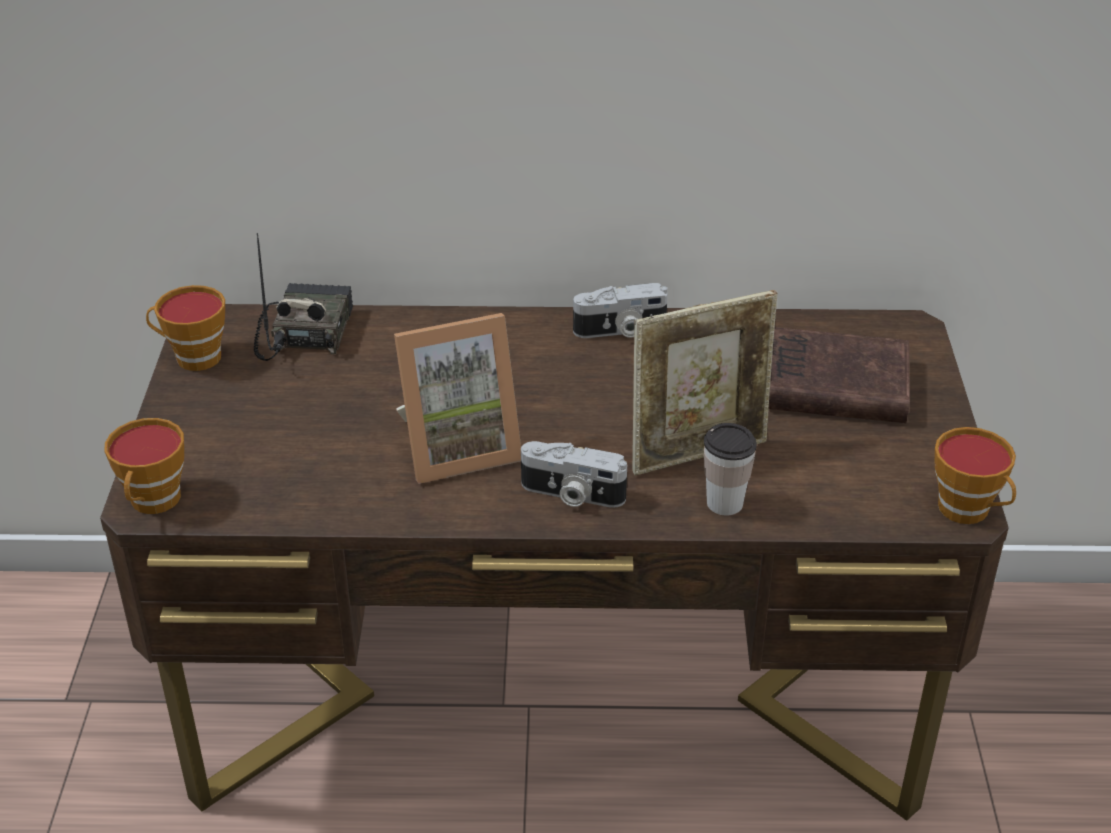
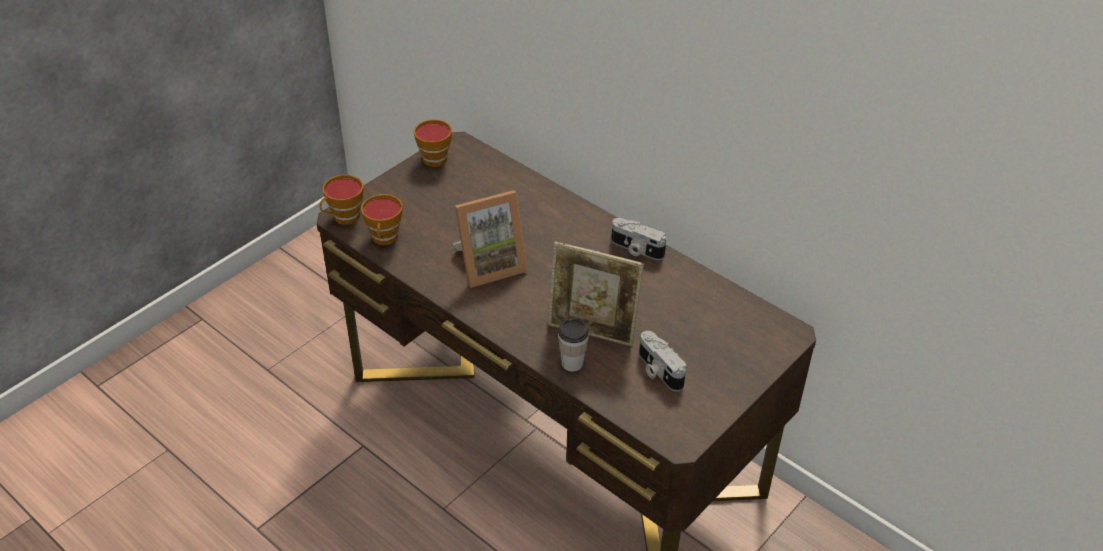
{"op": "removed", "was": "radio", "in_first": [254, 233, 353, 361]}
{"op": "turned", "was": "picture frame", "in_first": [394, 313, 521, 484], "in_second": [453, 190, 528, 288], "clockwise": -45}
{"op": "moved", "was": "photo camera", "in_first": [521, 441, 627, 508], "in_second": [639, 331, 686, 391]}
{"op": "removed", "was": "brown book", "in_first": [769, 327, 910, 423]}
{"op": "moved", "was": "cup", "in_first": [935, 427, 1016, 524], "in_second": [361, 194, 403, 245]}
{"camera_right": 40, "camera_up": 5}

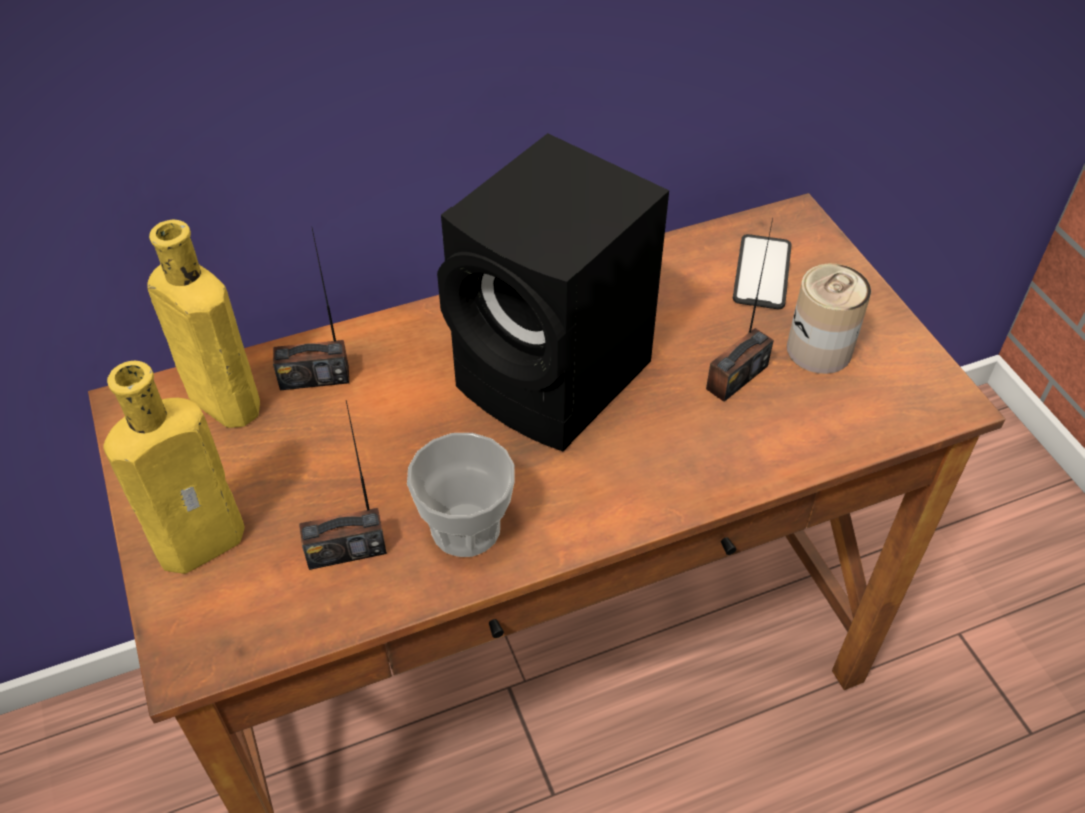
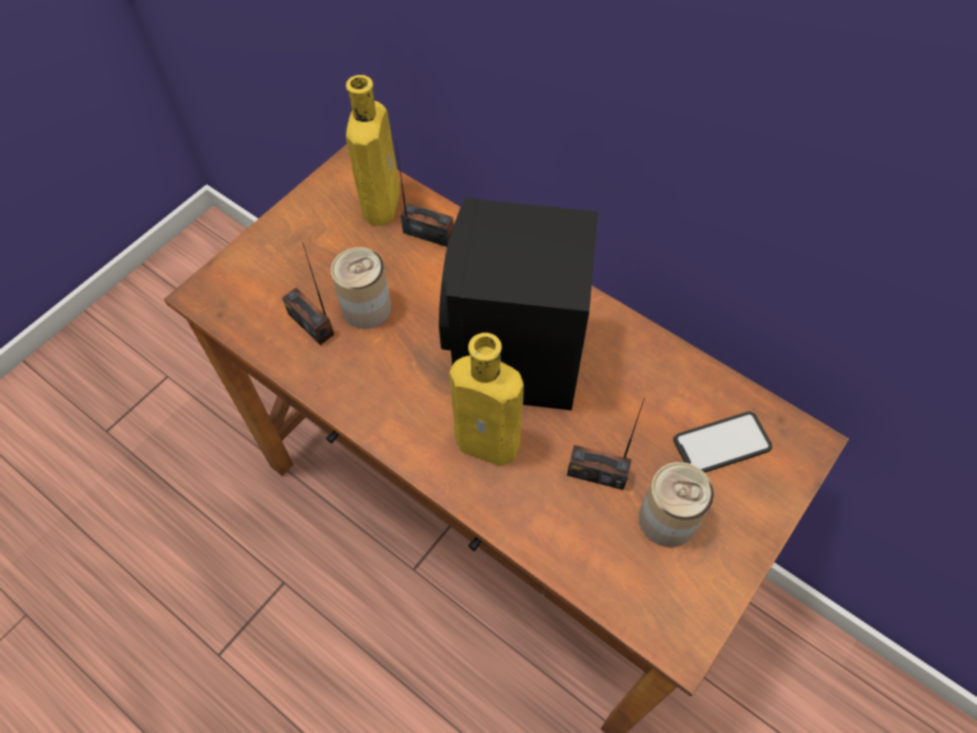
{"op": "moved", "was": "yellow bottle", "in_first": [104, 361, 245, 574], "in_second": [449, 333, 524, 466]}
{"op": "turned", "was": "radio", "in_first": [273, 228, 349, 390], "in_second": [396, 142, 454, 247], "clockwise": 150}
{"op": "removed", "was": "cup", "in_first": [407, 433, 515, 557]}
{"op": "added", "now": "can", "in_second": [331, 247, 391, 329]}
{"camera_right": 60, "camera_up": 10}

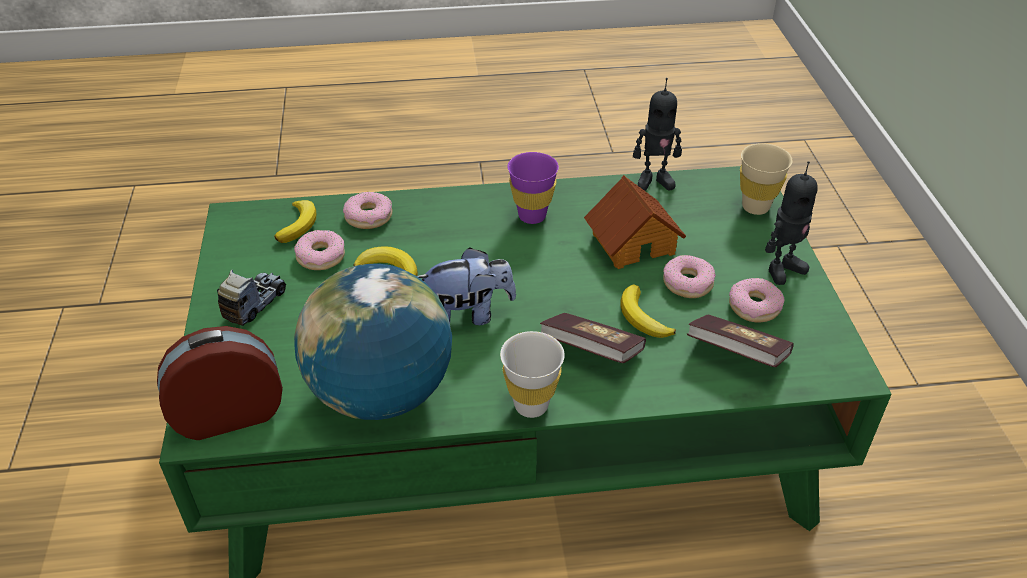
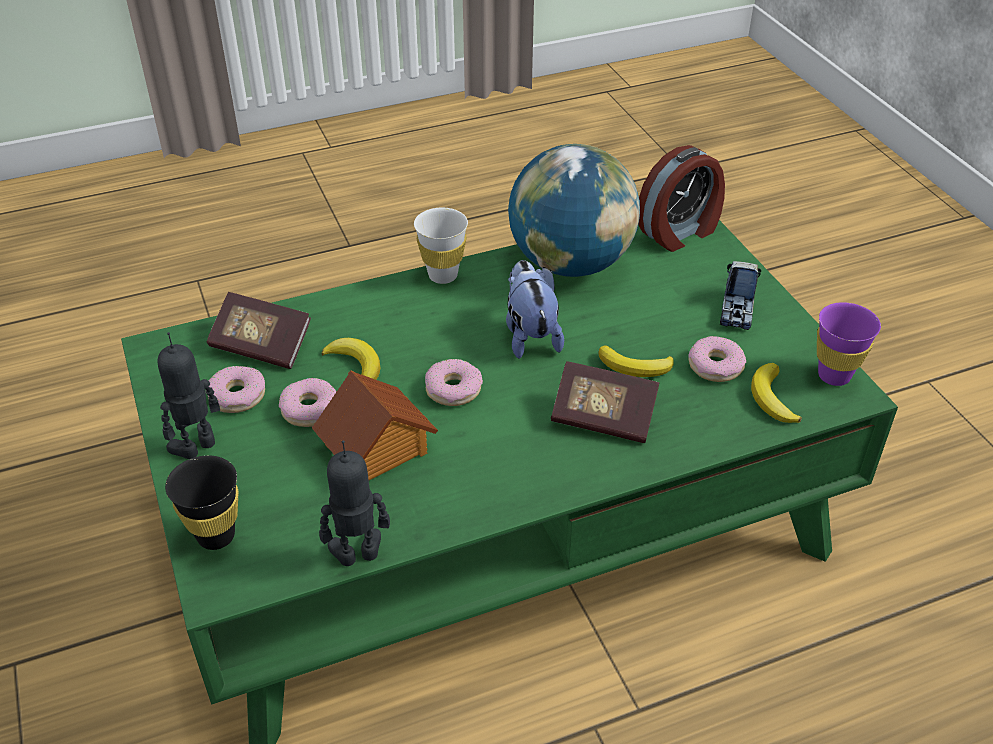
{"op": "moved", "was": "donut", "in_first": [343, 192, 392, 229], "in_second": [425, 359, 483, 406]}
{"op": "turned", "was": "plush toy", "in_first": [417, 247, 516, 325], "in_second": [506, 260, 564, 359], "clockwise": 105}
{"op": "moved", "was": "purple cup", "in_first": [508, 152, 559, 224], "in_second": [817, 302, 881, 386]}
{"op": "moved", "was": "book", "in_first": [540, 313, 646, 363], "in_second": [551, 361, 659, 443]}
{"op": "recoloured", "was": "beige cup", "now": "black cup", "in_first": [740, 143, 793, 215], "in_second": [165, 455, 238, 550]}
{"camera_right": 165, "camera_up": 0}

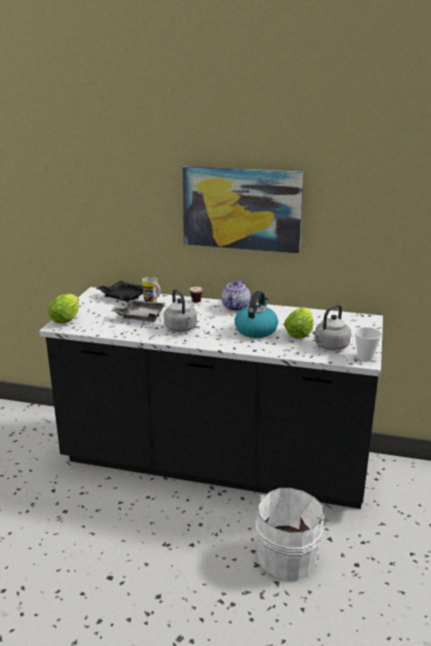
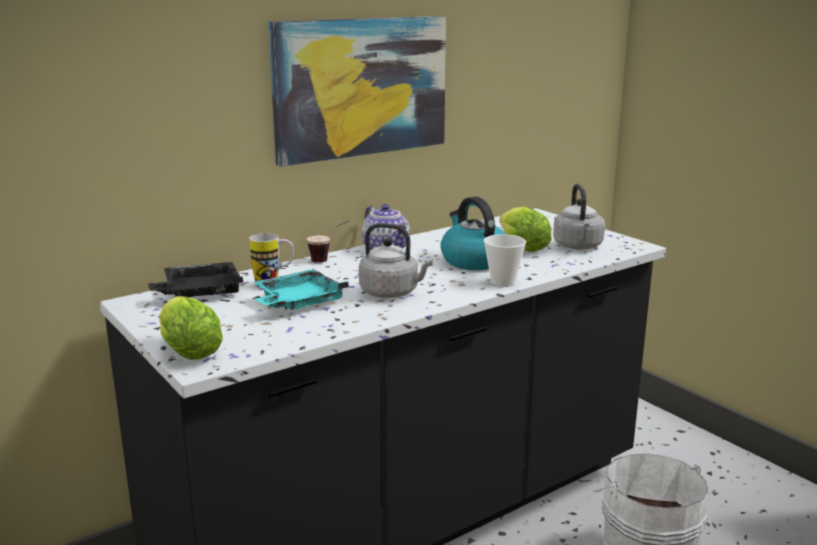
{"op": "recoloured", "was": "grey tray", "now": "turquoise tray", "in_first": [110, 300, 165, 322], "in_second": [253, 269, 349, 310]}
{"op": "moved", "was": "cup", "in_first": [354, 327, 382, 361], "in_second": [484, 234, 526, 286]}
{"camera_right": -50, "camera_up": -5}

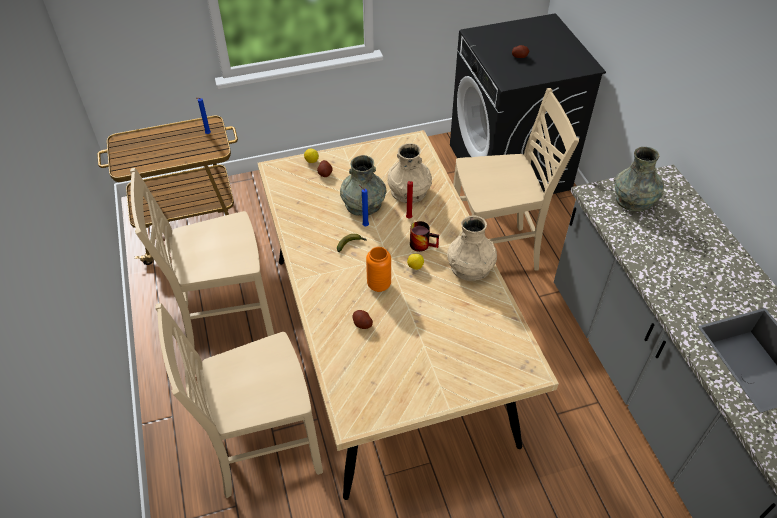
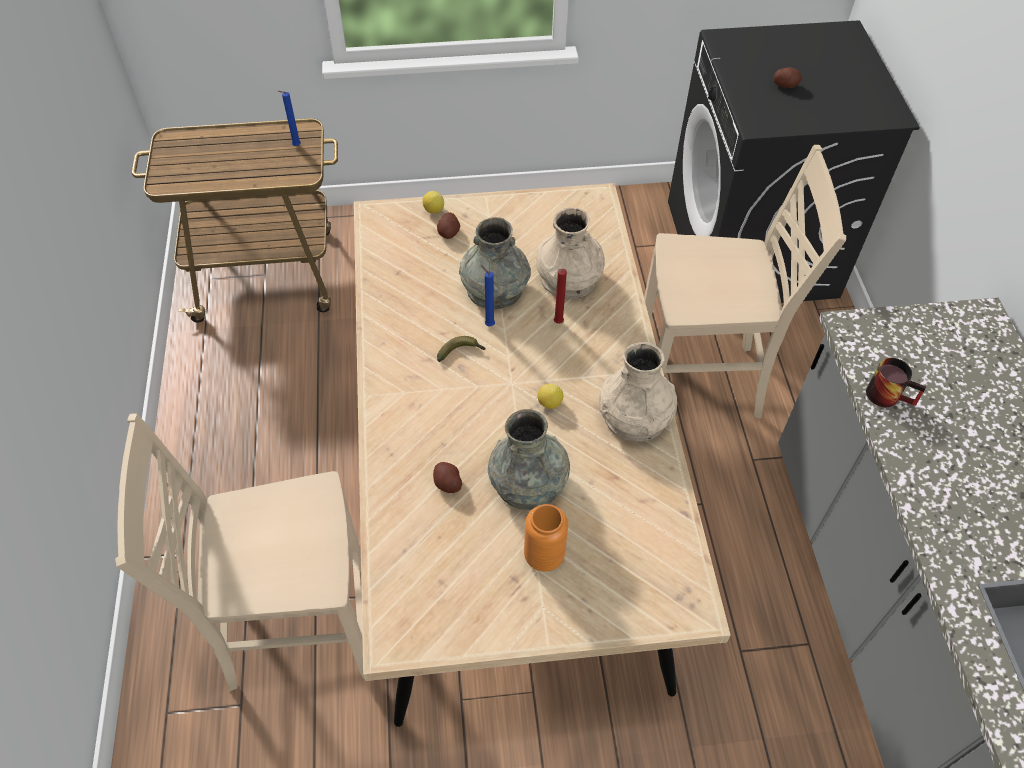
{"op": "removed", "was": "beige chair", "in_first": [130, 168, 274, 349]}
{"op": "moved", "was": "orange vase", "in_first": [366, 247, 391, 292], "in_second": [524, 504, 568, 572]}
{"op": "moved", "was": "mug", "in_first": [410, 221, 439, 252], "in_second": [866, 358, 926, 407]}
{"op": "moved", "was": "grey vase", "in_first": [614, 147, 664, 211], "in_second": [488, 409, 570, 510]}
{"camera_right": 10, "camera_up": 5}

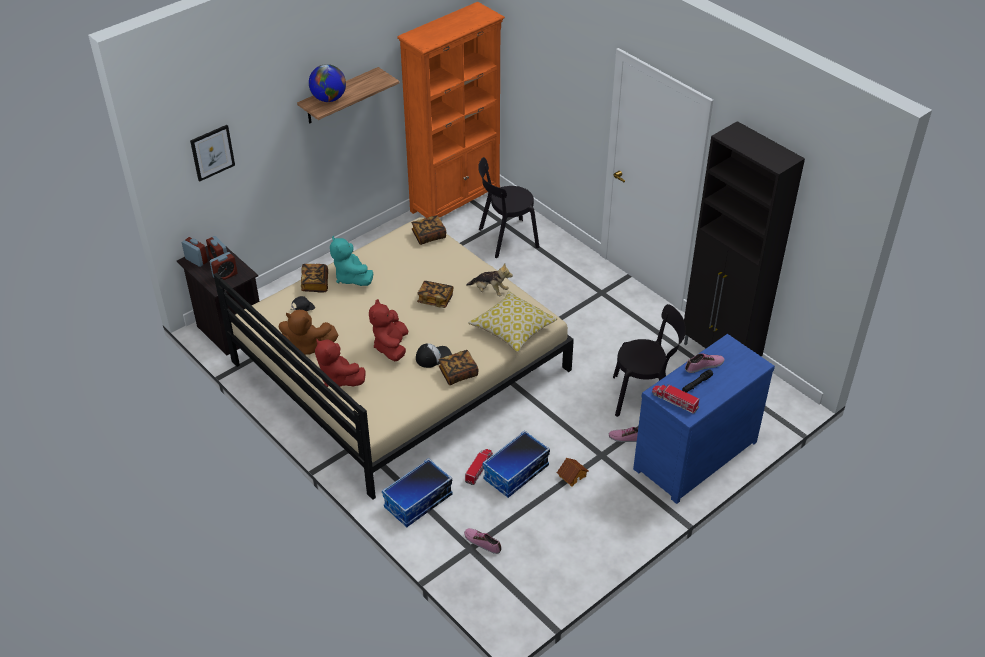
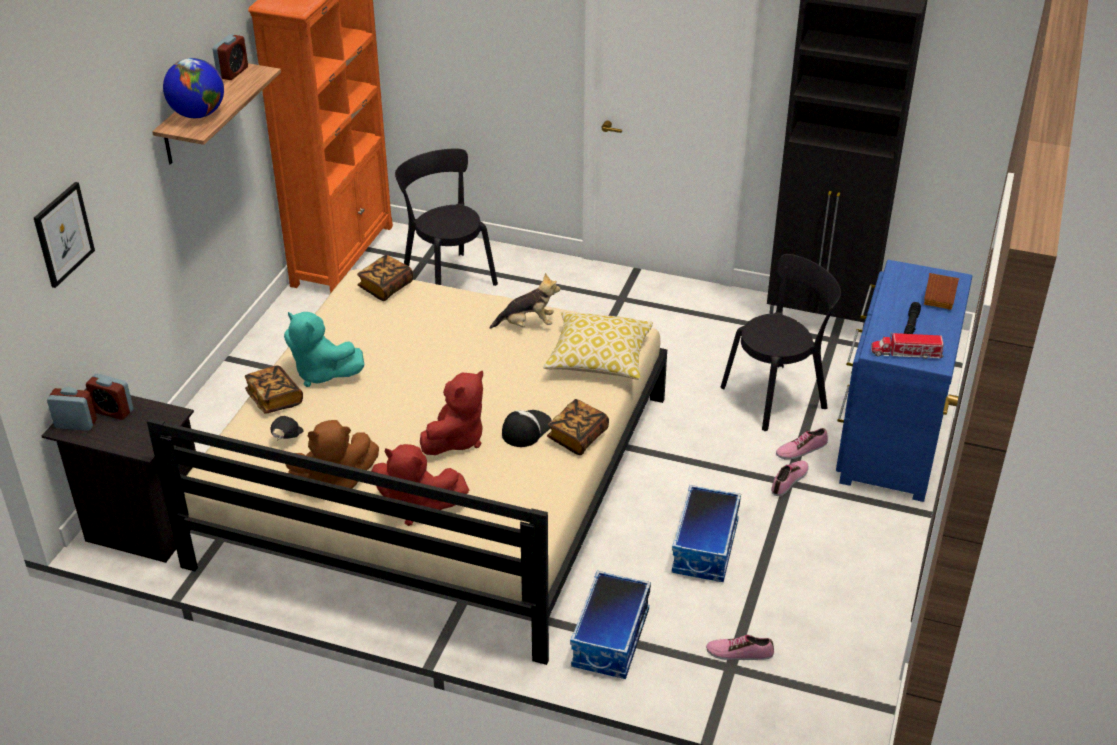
{"op": "moved", "was": "alarm clock", "in_first": [210, 252, 238, 280], "in_second": [213, 34, 248, 80]}
{"op": "turned", "was": "red plush toy", "in_first": [369, 299, 408, 361], "in_second": [420, 371, 483, 455], "clockwise": -120}
{"op": "removed", "was": "book", "in_first": [417, 281, 454, 308]}
{"op": "removed", "was": "toy truck", "in_first": [465, 449, 493, 485]}
{"op": "turned", "was": "black chair", "in_first": [478, 157, 539, 258], "in_second": [395, 148, 498, 286], "clockwise": 105}
{"op": "moved", "was": "toy house", "in_first": [557, 458, 589, 487], "in_second": [924, 273, 959, 310]}
{"op": "moved", "was": "shoe", "in_first": [685, 353, 725, 373], "in_second": [771, 460, 809, 496]}
{"camera_right": -30, "camera_up": -5}

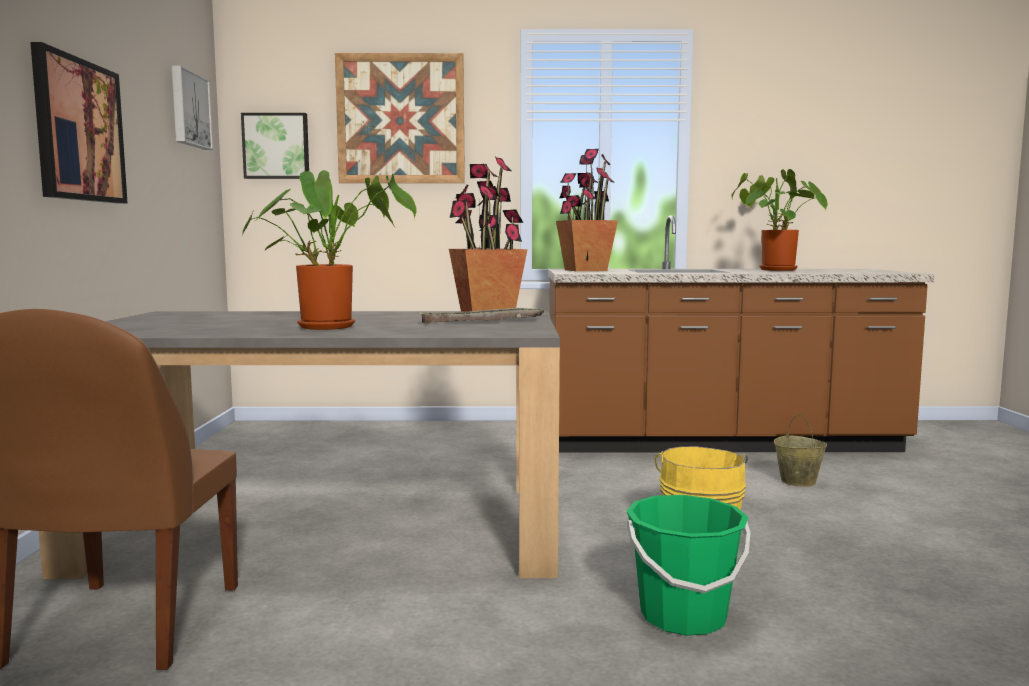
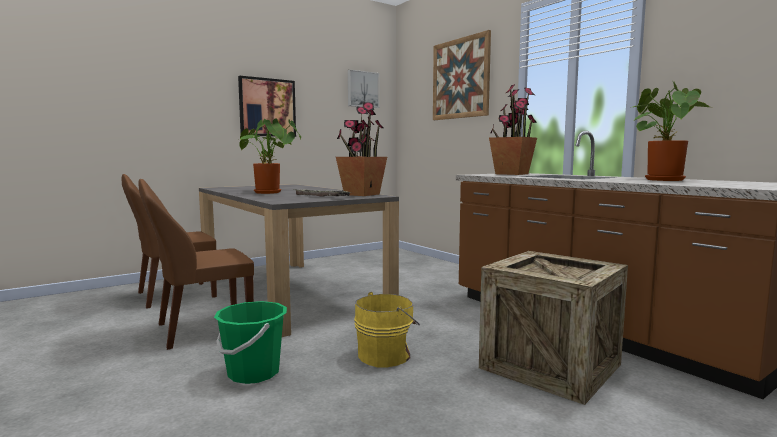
{"op": "removed", "was": "picture", "in_first": [241, 113, 309, 179]}
{"op": "replaced", "was": "beige bucket", "now": "crate", "in_first": [774, 414, 827, 487], "in_second": [479, 251, 628, 405]}
{"op": "added", "now": "brown chair", "in_second": [138, 179, 254, 350]}
{"camera_right": 55, "camera_up": 0}

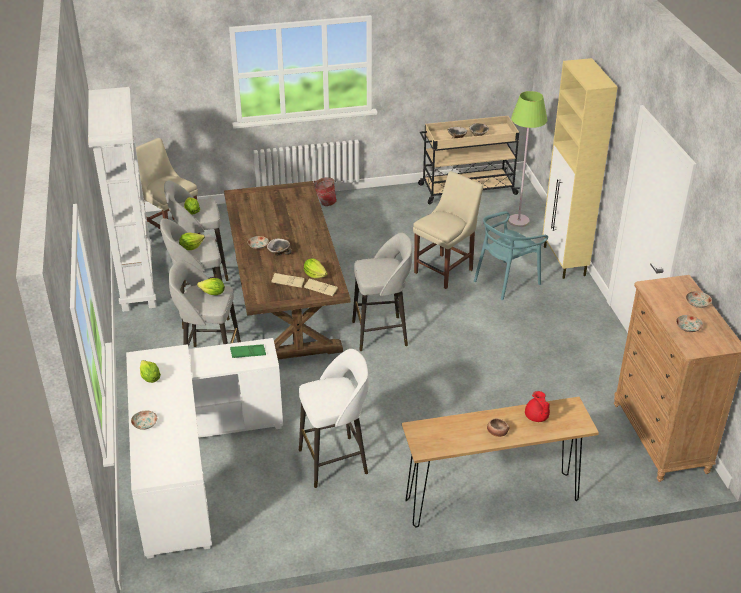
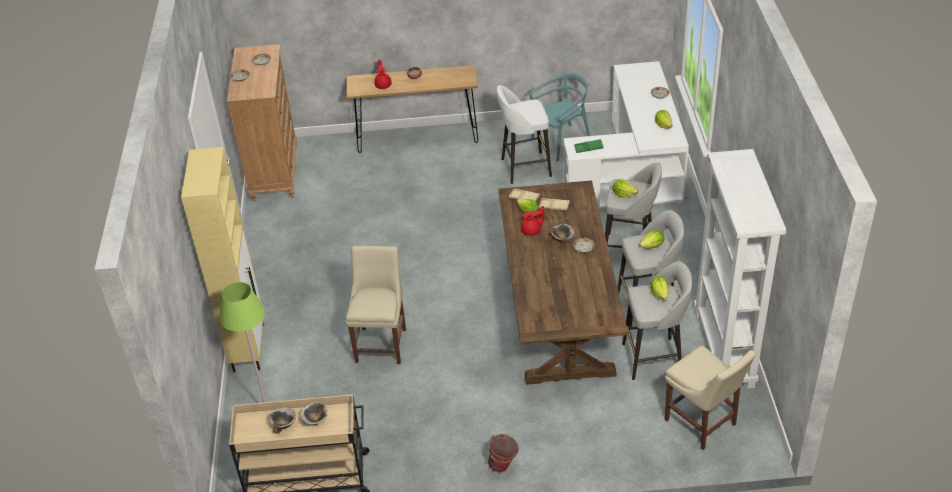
{"op": "removed", "was": "grey stool", "in_first": [352, 233, 412, 351]}
{"op": "turned", "was": "beige chair", "in_first": [413, 171, 483, 289], "in_second": [345, 246, 406, 364], "clockwise": 135}
{"op": "moved", "was": "turquoise chair", "in_first": [474, 211, 548, 300], "in_second": [529, 73, 590, 161]}
{"op": "added", "now": "red teapot", "in_second": [521, 206, 544, 236]}
{"camera_right": -170, "camera_up": 5}

